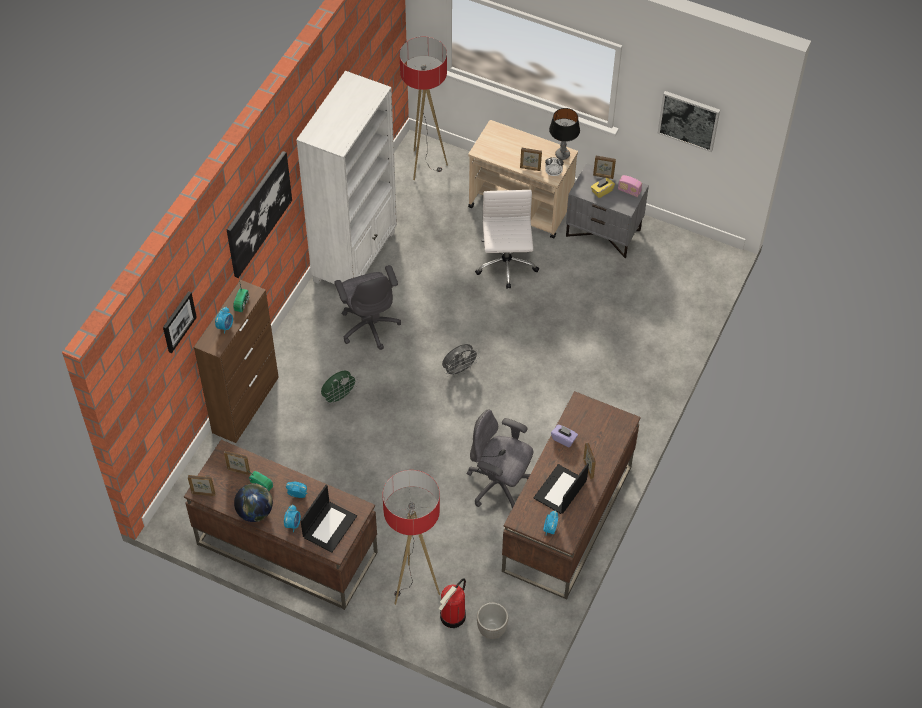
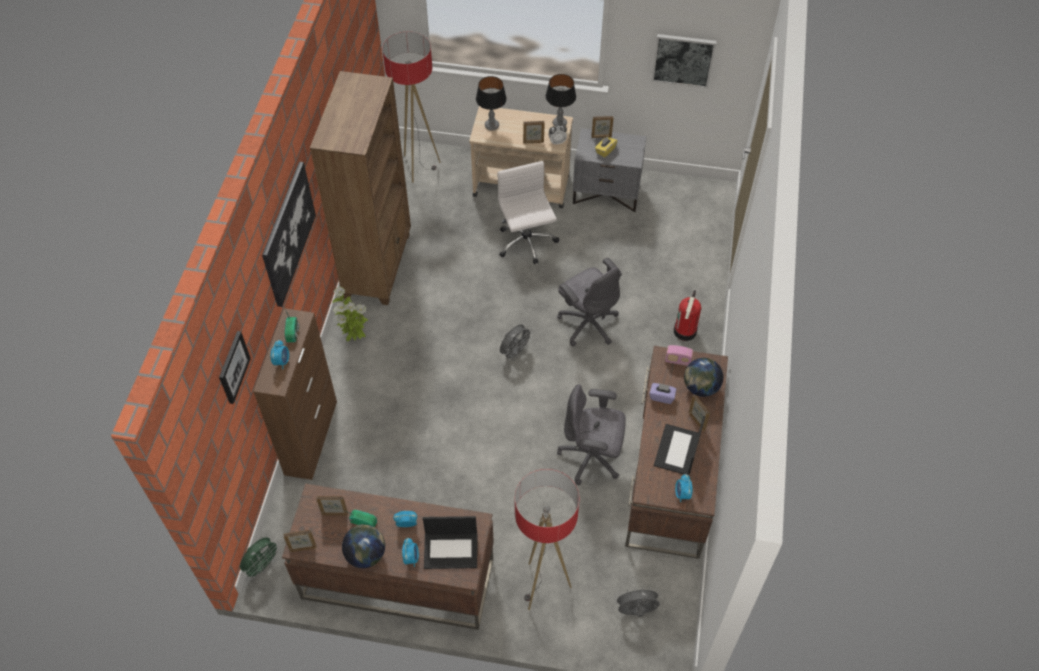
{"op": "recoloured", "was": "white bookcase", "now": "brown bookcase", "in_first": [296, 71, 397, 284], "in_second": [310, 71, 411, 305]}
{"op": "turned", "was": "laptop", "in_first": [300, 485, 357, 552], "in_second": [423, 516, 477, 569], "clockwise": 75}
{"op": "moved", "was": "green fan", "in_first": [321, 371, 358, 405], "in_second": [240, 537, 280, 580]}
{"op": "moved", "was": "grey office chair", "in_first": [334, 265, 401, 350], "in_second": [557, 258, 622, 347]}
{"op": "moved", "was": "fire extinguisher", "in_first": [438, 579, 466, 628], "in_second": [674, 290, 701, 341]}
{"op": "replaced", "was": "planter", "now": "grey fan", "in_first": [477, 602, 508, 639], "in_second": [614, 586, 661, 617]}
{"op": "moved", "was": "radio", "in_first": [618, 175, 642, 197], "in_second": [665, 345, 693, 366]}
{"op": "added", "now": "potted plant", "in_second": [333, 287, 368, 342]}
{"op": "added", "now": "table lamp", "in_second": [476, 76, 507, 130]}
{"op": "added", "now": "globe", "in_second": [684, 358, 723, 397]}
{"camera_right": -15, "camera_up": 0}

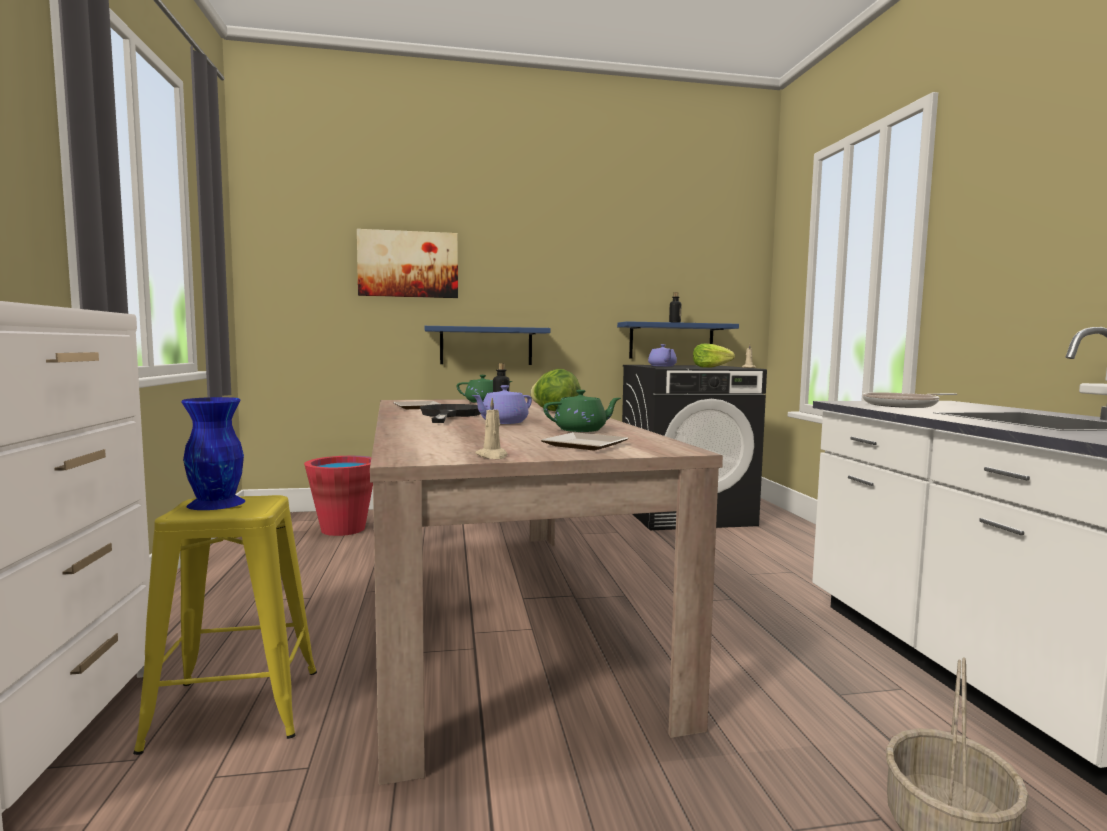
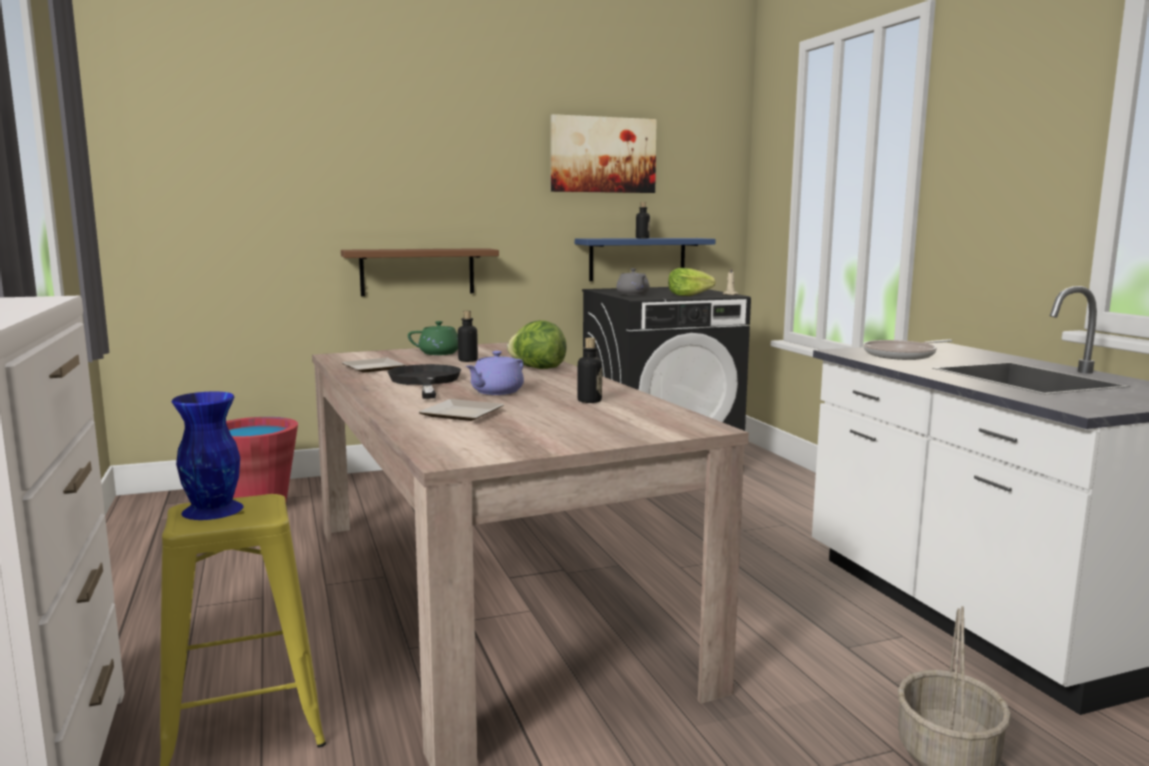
{"op": "moved", "was": "picture", "in_first": [357, 229, 458, 298], "in_second": [551, 114, 657, 193]}
{"op": "recoloured", "was": "blue shelf", "now": "brown shelf", "in_first": [425, 326, 551, 365], "in_second": [341, 248, 499, 296]}
{"op": "removed", "was": "beige candle", "in_first": [476, 398, 507, 459]}
{"op": "moved", "was": "plate", "in_first": [541, 432, 629, 451], "in_second": [418, 399, 504, 421]}
{"op": "replaced", "was": "green teapot", "now": "bottle", "in_first": [543, 390, 621, 432], "in_second": [577, 338, 602, 403]}
{"op": "recoloured", "was": "purple teapot", "now": "grey teapot", "in_first": [648, 344, 677, 367], "in_second": [616, 268, 650, 295]}
{"camera_right": -10, "camera_up": 5}

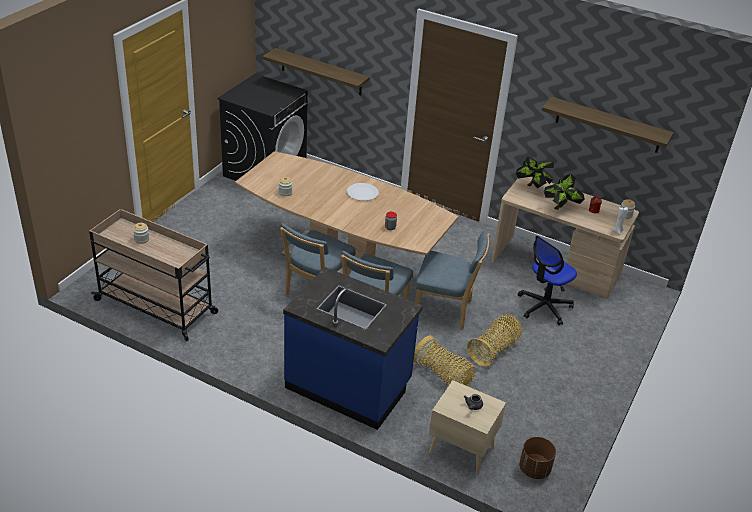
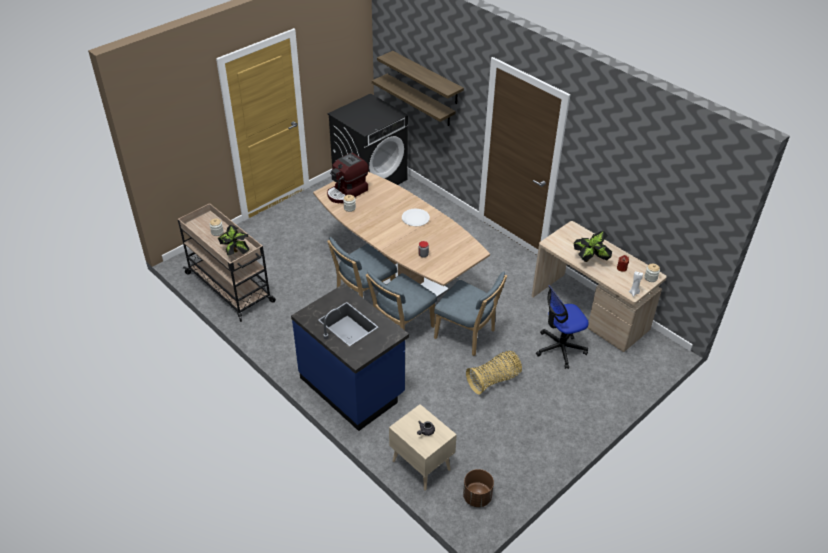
{"op": "removed", "was": "basket", "in_first": [414, 335, 475, 386]}
{"op": "moved", "was": "potted plant", "in_first": [516, 157, 554, 189], "in_second": [218, 225, 249, 256]}
{"op": "moved", "was": "shelf", "in_first": [542, 97, 674, 153], "in_second": [377, 51, 464, 104]}
{"op": "added", "now": "coffee machine", "in_second": [327, 153, 369, 203]}
{"camera_right": 20, "camera_up": 5}

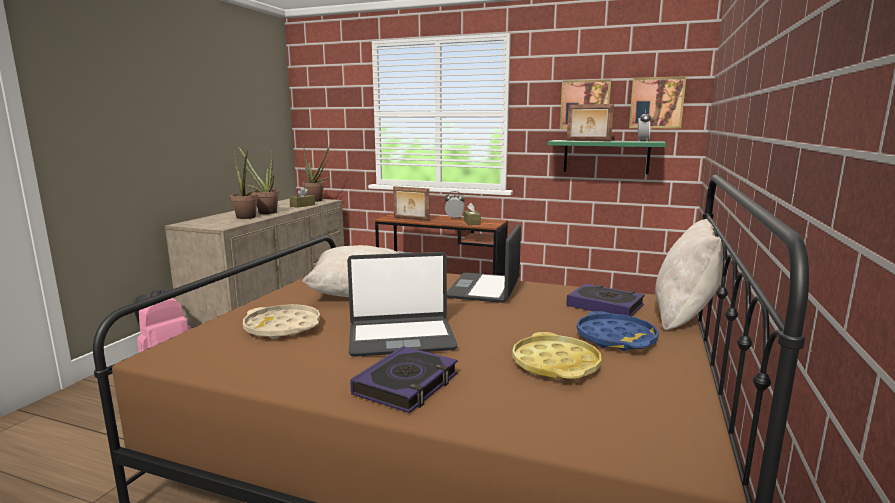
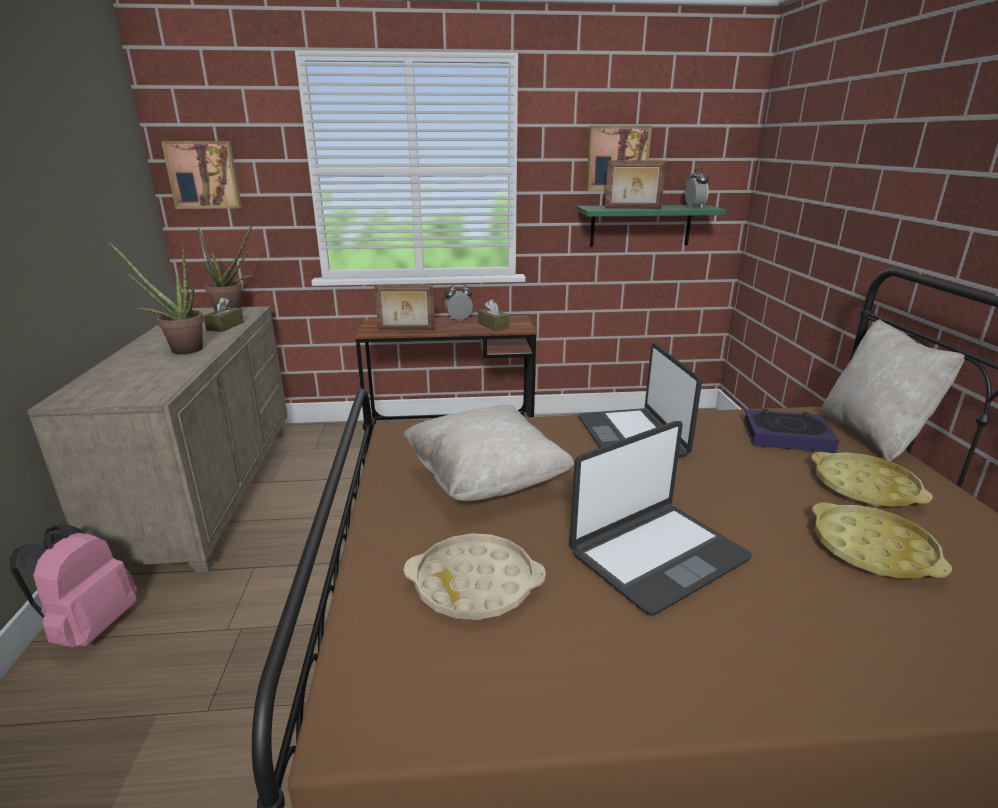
{"op": "removed", "was": "potted plant", "in_first": [230, 150, 258, 219]}
{"op": "removed", "was": "book", "in_first": [350, 346, 458, 413]}
{"op": "recoloured", "was": "blue tray", "now": "yellow tray", "in_first": [577, 311, 659, 351], "in_second": [811, 452, 933, 507]}
{"op": "moved", "was": "picture", "in_first": [629, 77, 686, 128], "in_second": [161, 141, 242, 209]}
{"camera_right": -25, "camera_up": 10}

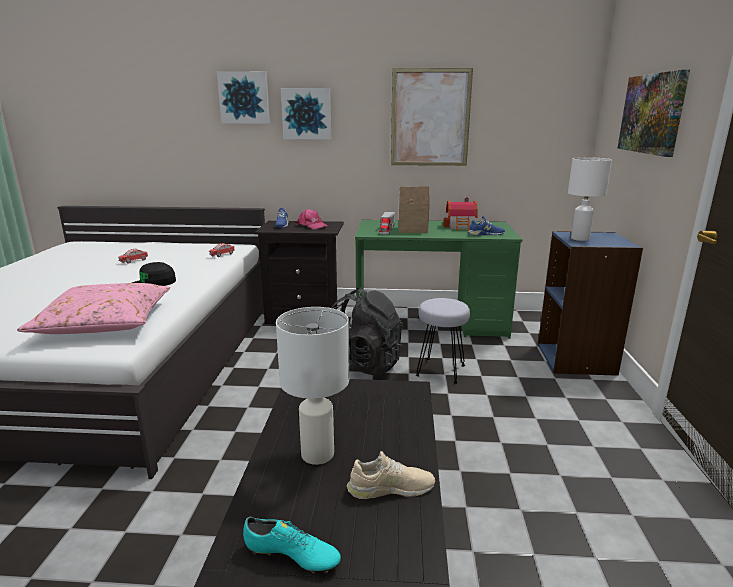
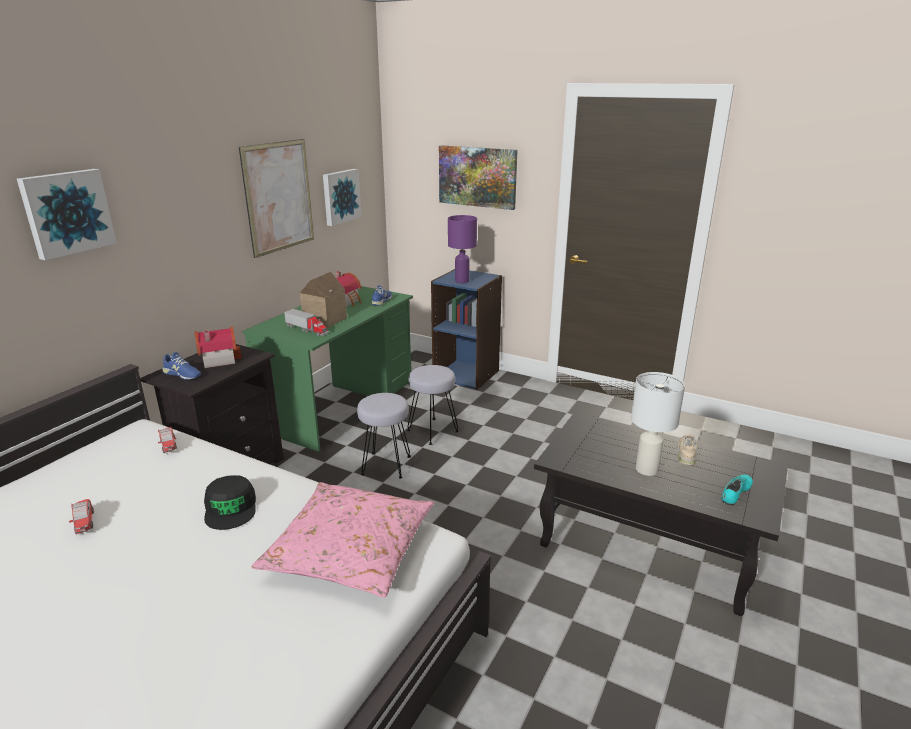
{"op": "moved", "was": "picture", "in_first": [281, 88, 331, 139], "in_second": [323, 169, 362, 226]}
{"op": "replaced", "was": "pink cap", "now": "toy house", "in_first": [296, 209, 327, 229], "in_second": [195, 327, 242, 368]}
{"op": "replaced", "was": "black backpack", "now": "grey stool", "in_first": [331, 287, 403, 375], "in_second": [357, 393, 411, 479]}
{"op": "recoloured", "was": "white table lamp", "now": "purple table lamp", "in_first": [568, 157, 612, 241], "in_second": [448, 215, 477, 283]}
{"camera_right": -65, "camera_up": 5}

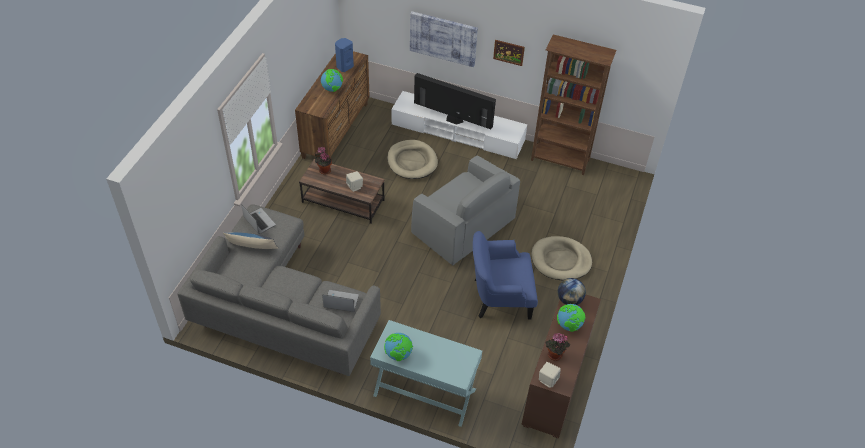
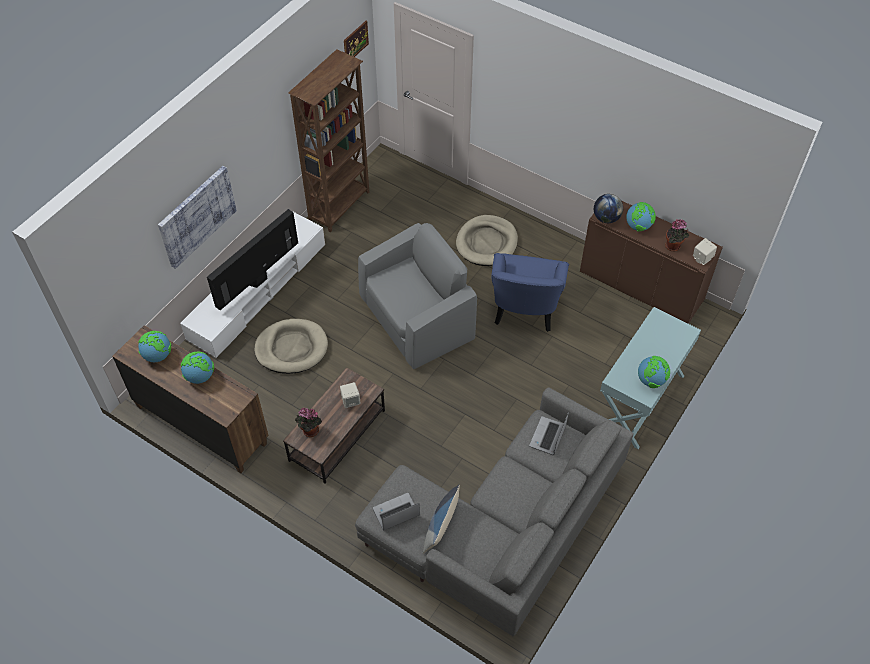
{"op": "replaced", "was": "blue speaker", "now": "globe", "in_first": [335, 38, 354, 72], "in_second": [138, 331, 171, 362]}
{"op": "moved", "was": "picture", "in_first": [493, 40, 525, 66], "in_second": [344, 21, 369, 57]}
{"camera_right": -75, "camera_up": 5}

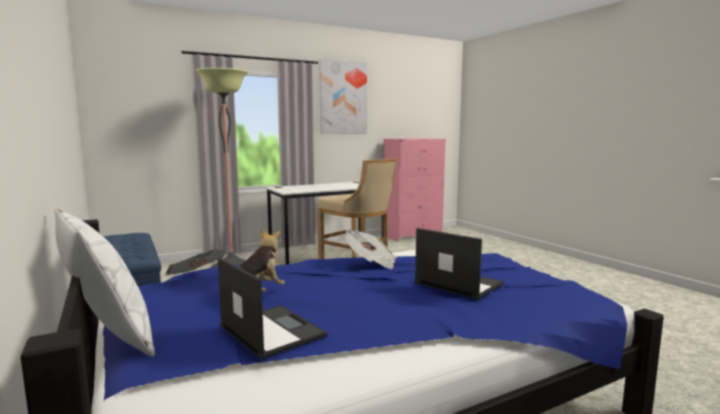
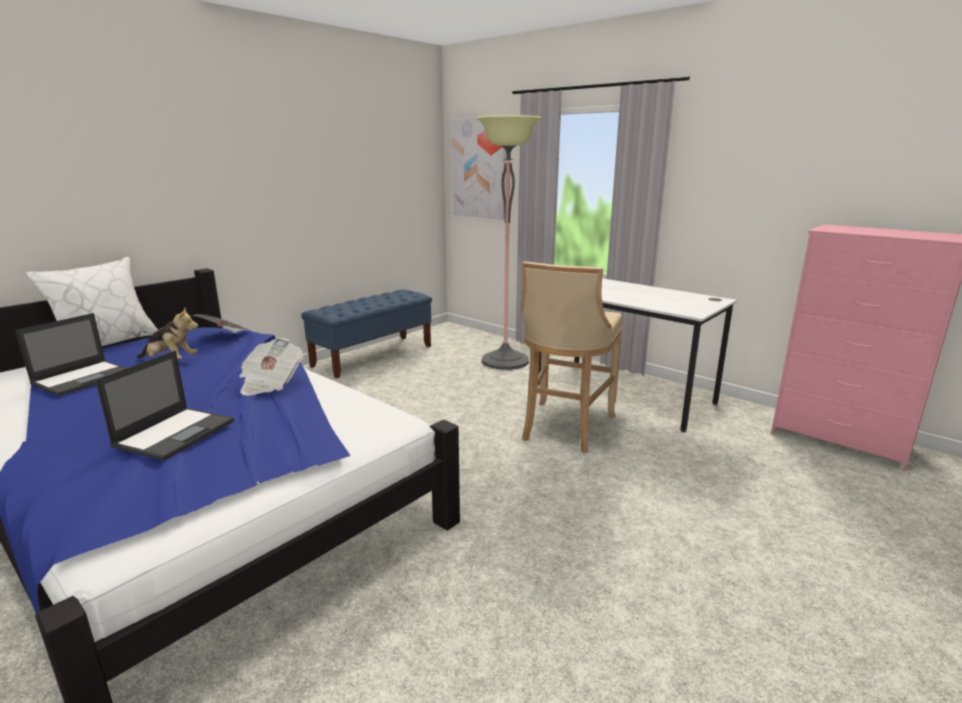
{"op": "moved", "was": "picture", "in_first": [319, 59, 367, 134], "in_second": [451, 117, 506, 220]}
{"camera_right": 70, "camera_up": 10}

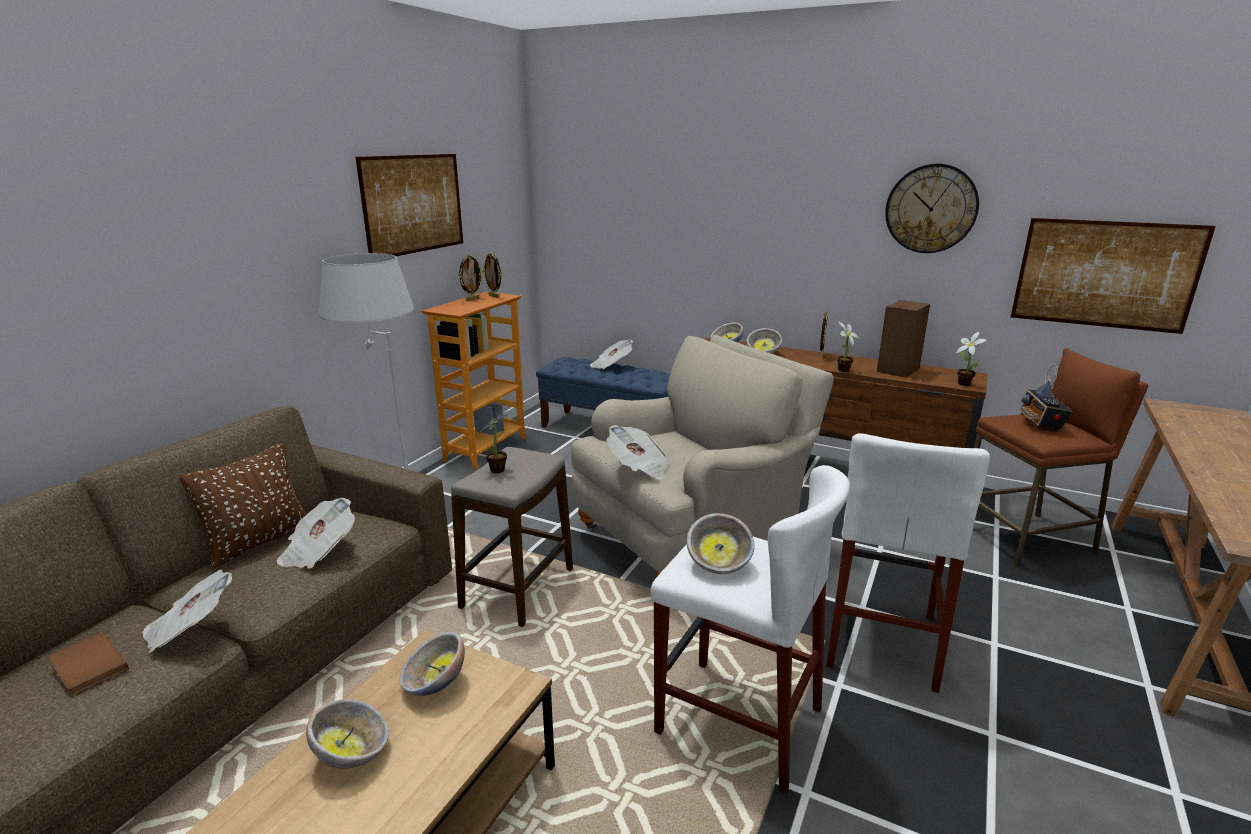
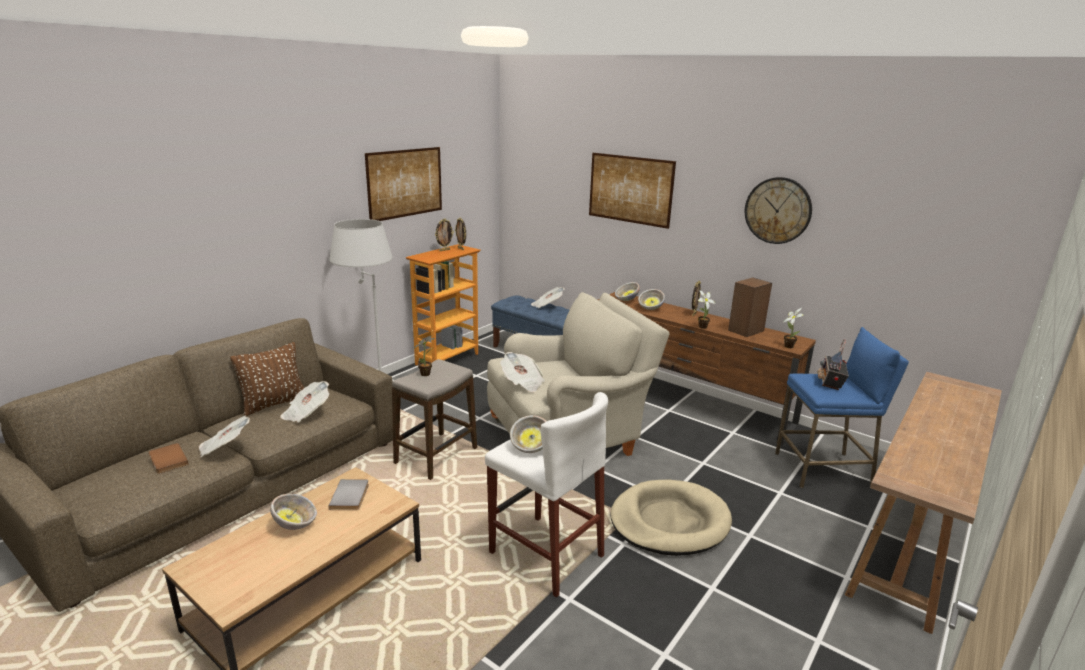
{"op": "replaced", "was": "bowl", "now": "grey book", "in_first": [400, 631, 465, 696], "in_second": [328, 479, 369, 510]}
{"op": "replaced", "was": "white stool", "now": "beige dog bed", "in_first": [826, 433, 990, 693], "in_second": [611, 480, 732, 556]}
{"op": "recoloured", "was": "brown stool", "now": "blue stool", "in_first": [975, 348, 1148, 567], "in_second": [775, 327, 909, 488]}
{"op": "moved", "was": "picture", "in_first": [1011, 218, 1216, 334], "in_second": [589, 153, 676, 229]}
{"camera_right": 10, "camera_up": 0}

